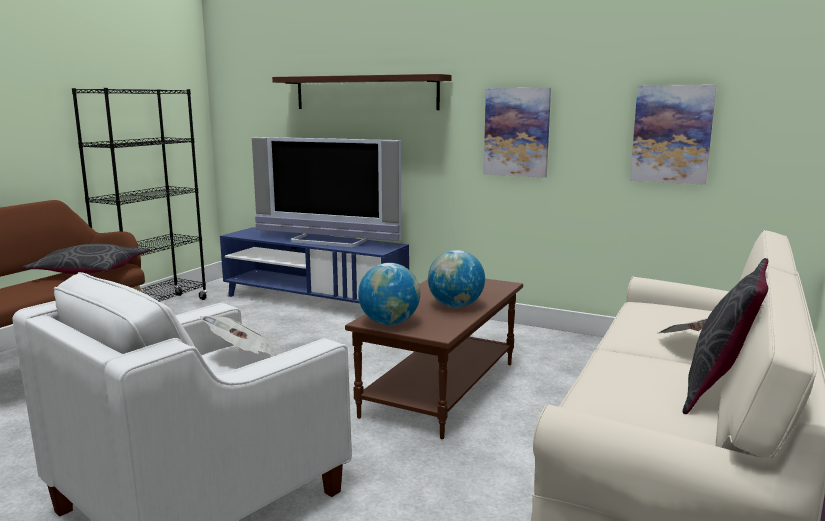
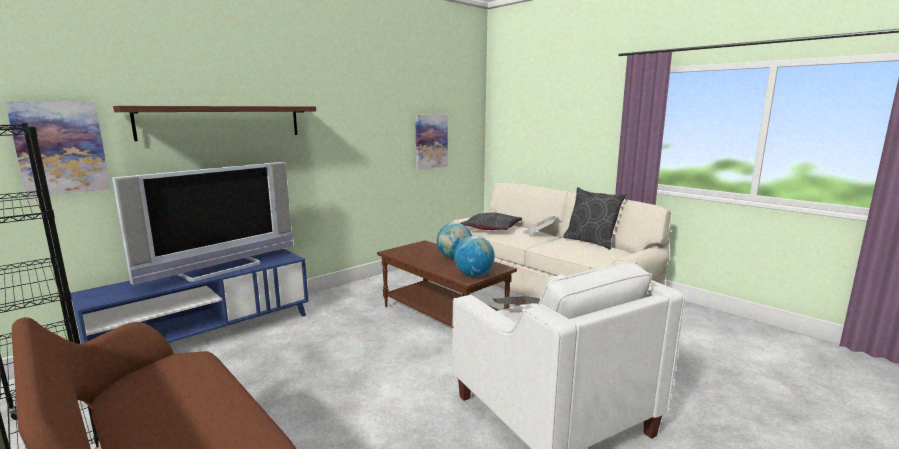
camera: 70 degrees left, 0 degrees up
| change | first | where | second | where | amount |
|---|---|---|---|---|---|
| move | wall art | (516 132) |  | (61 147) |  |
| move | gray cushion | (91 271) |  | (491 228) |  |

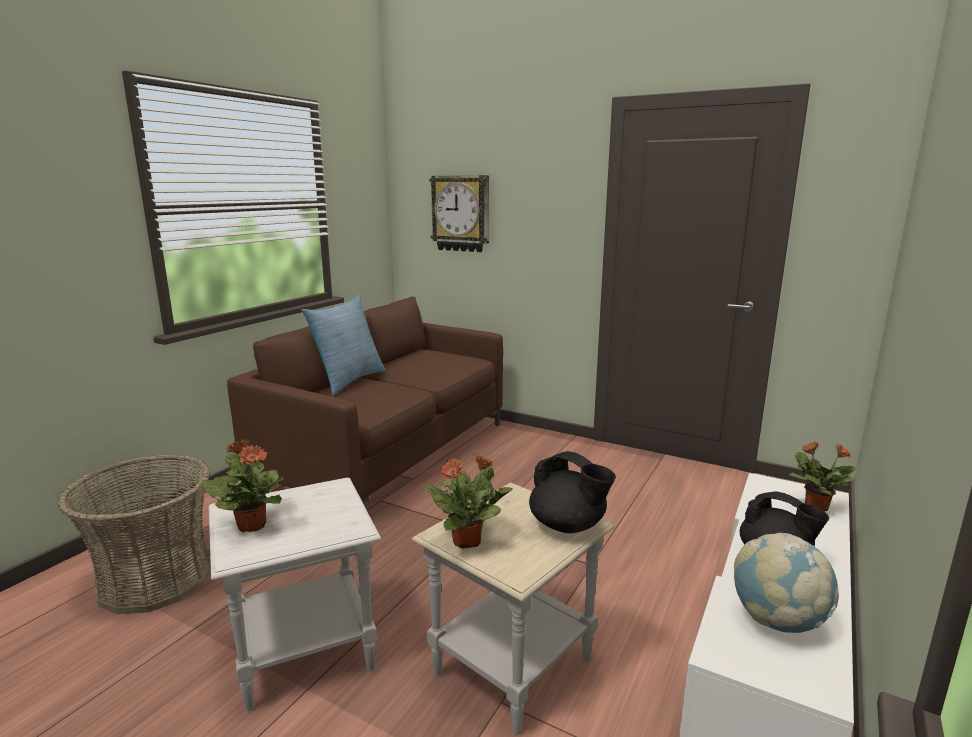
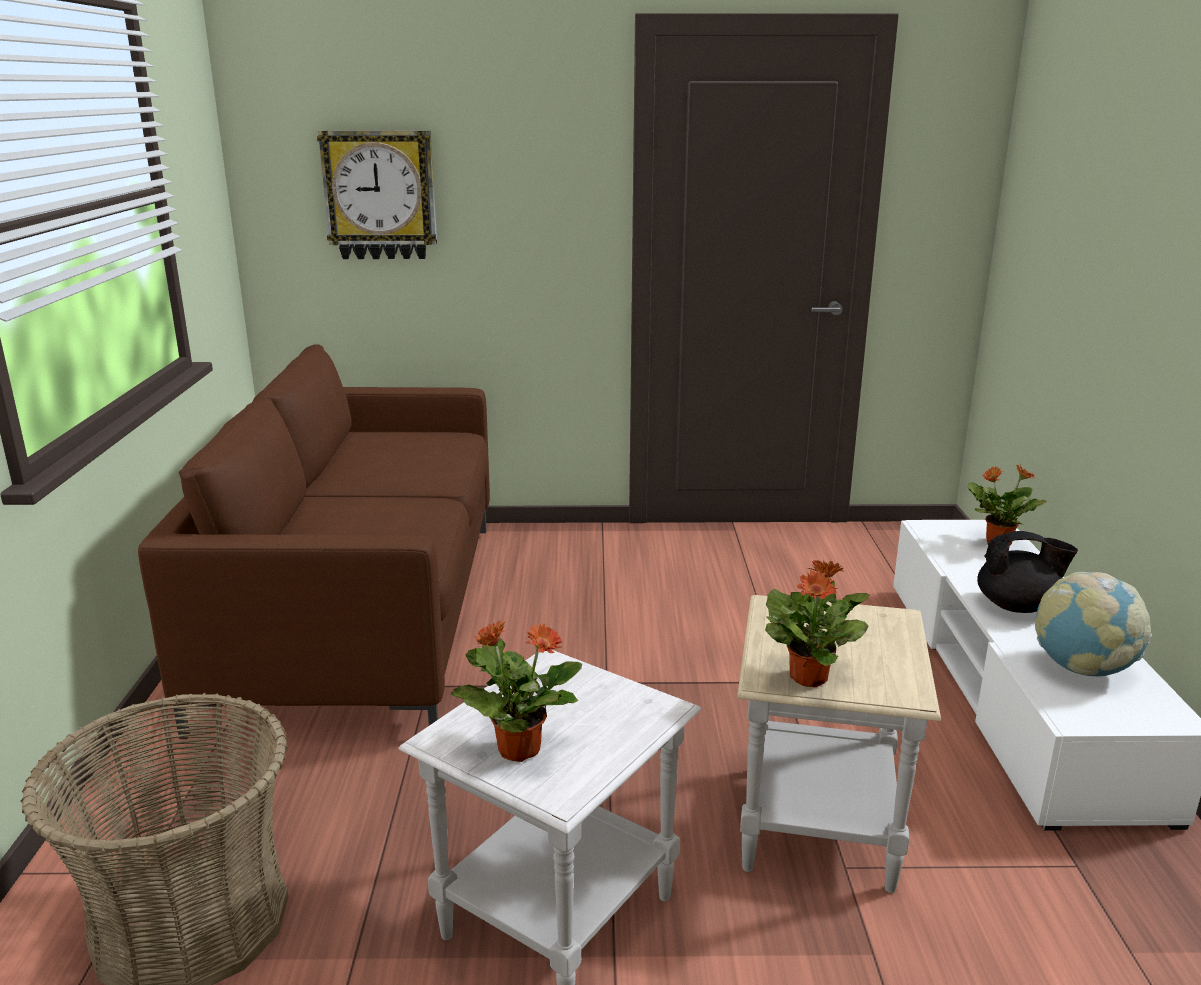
camera: 30 degrees left, 5 degrees up
| change | first | where | second | where | amount |
|---|---|---|---|---|---|
| delete | cushion | (348 381) |  |  |  |
| delete | black-coloured pot for tea | (568 525) |  |  |  |

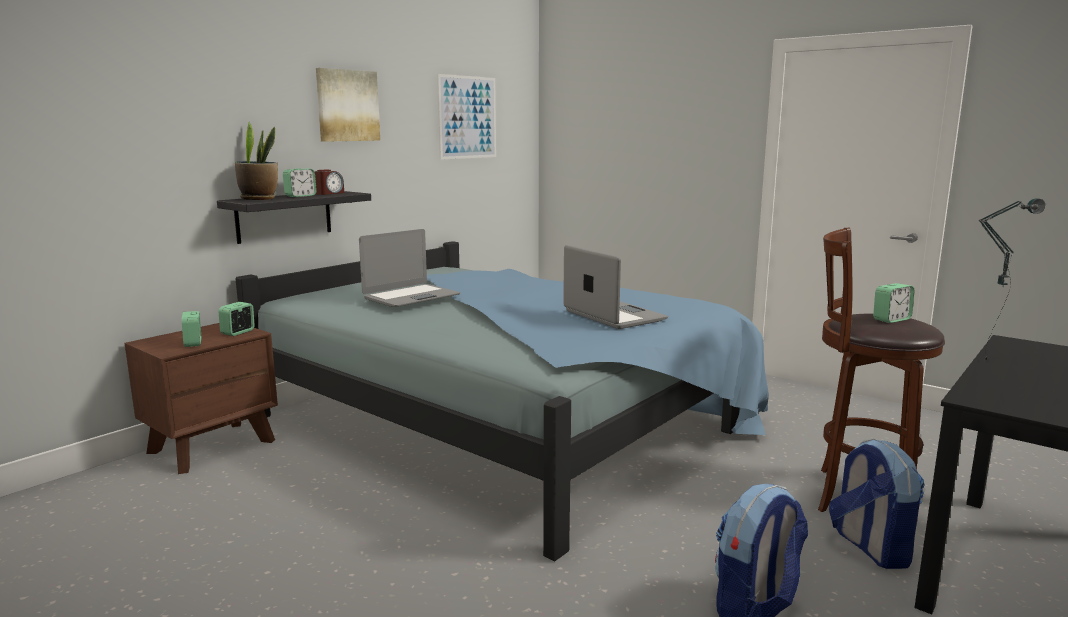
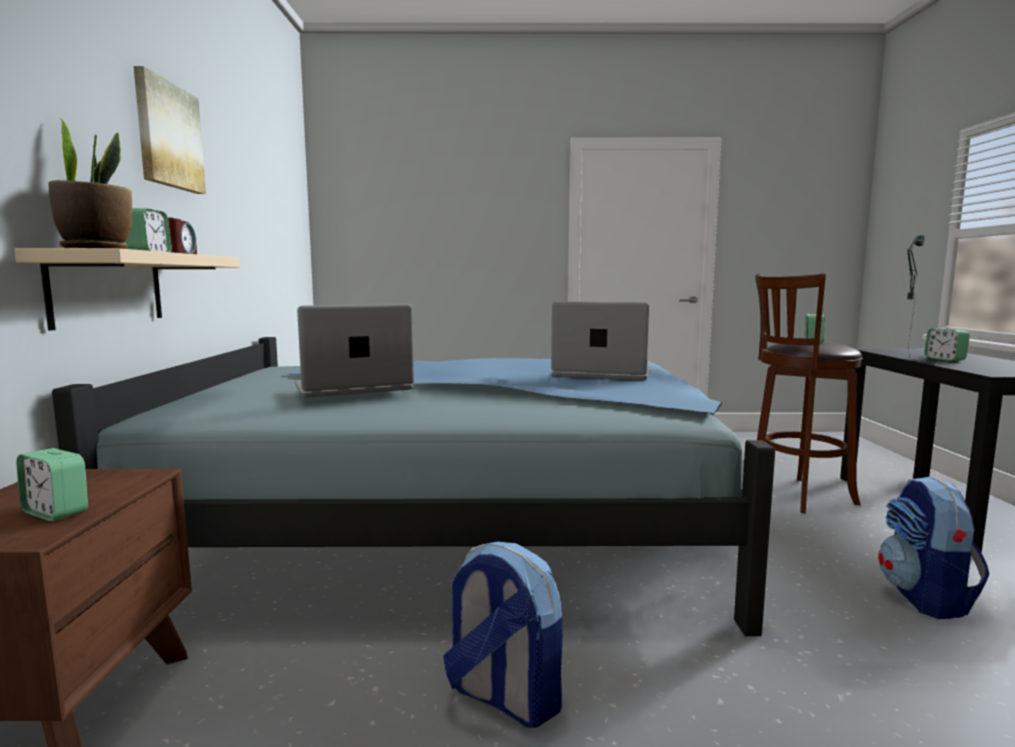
camera: 40 degrees left, 5 degrees down
| change | first | where | second | where | amount |
|---|---|---|---|---|---|
| recolor | black-coloured bracket shelf | (284 216) | beige bracket shelf | (108 288) |  |
| rotate | portable computer | (411 297) |  | (353 388) | 120 degrees counterclockwise |
| move | rucksack | (870 547) |  | (503 697) |  |
| move | bedside clock | (238 332) |  | (944 359) |  |
| delete | wall art | (467 117) |  |  |  |

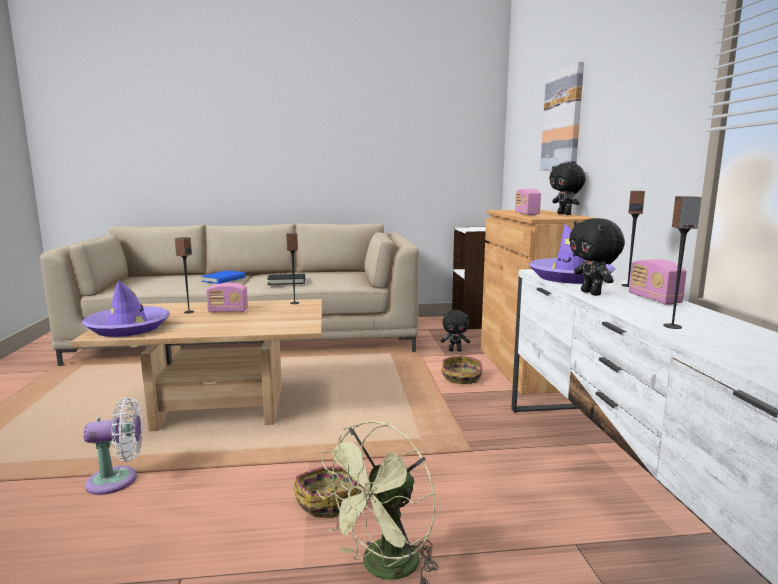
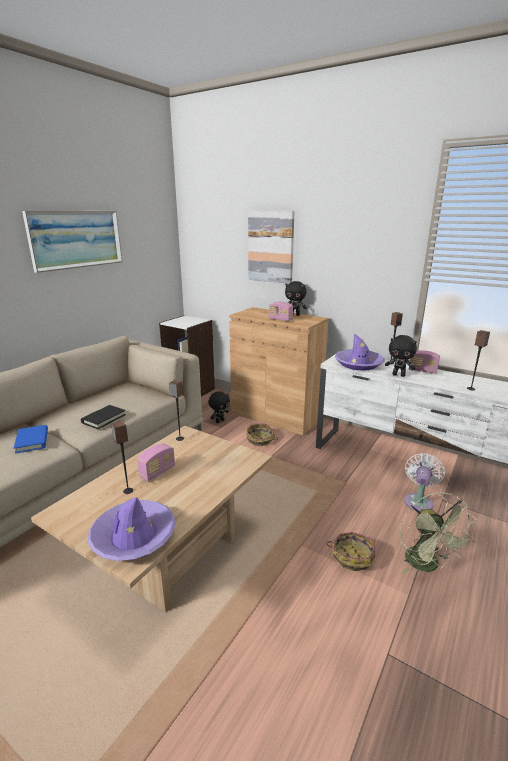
camera: 50 degrees left, 10 degrees up
| change | first | where | second | where | amount |
|---|---|---|---|---|---|
| insert |  |  | wall art | (76 239) |  |
| move | white-coloured cooling fan | (117 480) |  | (419 501) |  |

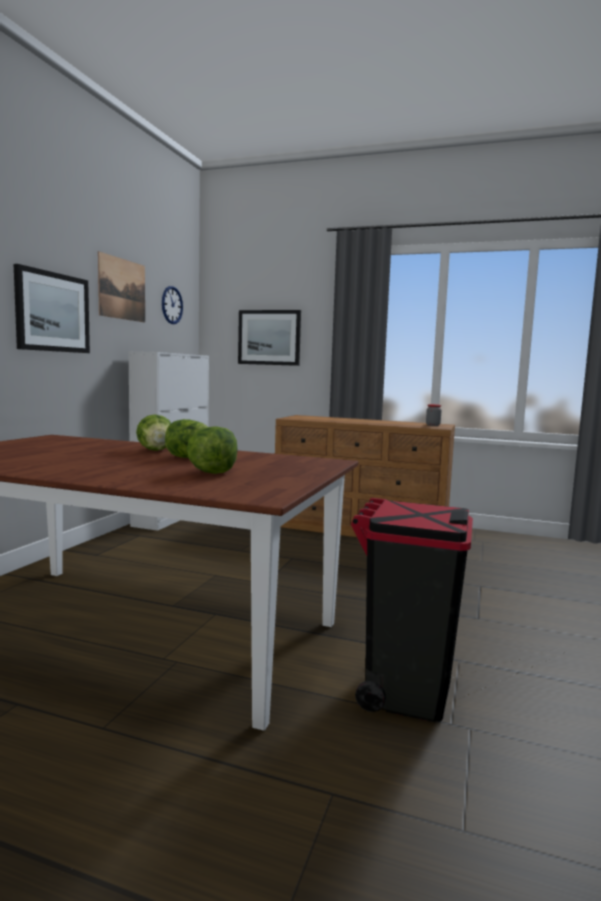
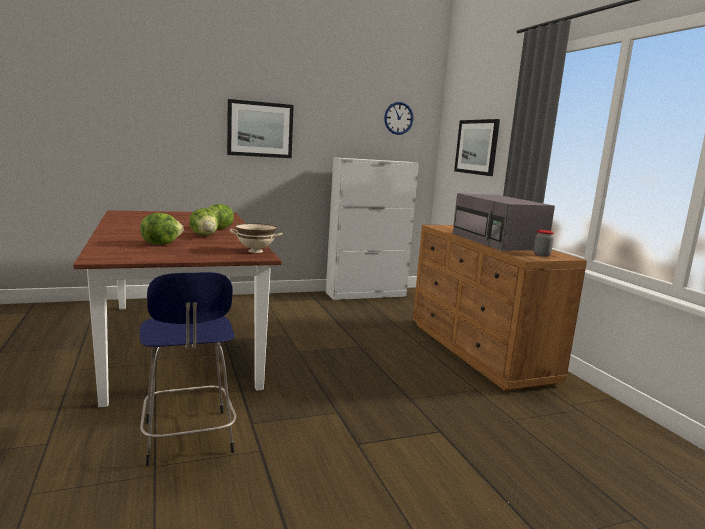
camera: 50 degrees right, 5 degrees up
| change | first | where | second | where | amount |
|---|---|---|---|---|---|
| replace | black-coloured waste bin | (406 690) | bluish stool | (188 439) |  |
| insert |  |  | beige serving bowl | (255 251) |  |
| insert |  |  | gray microwave | (498 241) |  |
| delete | wall art | (122 289) |  |  |  |

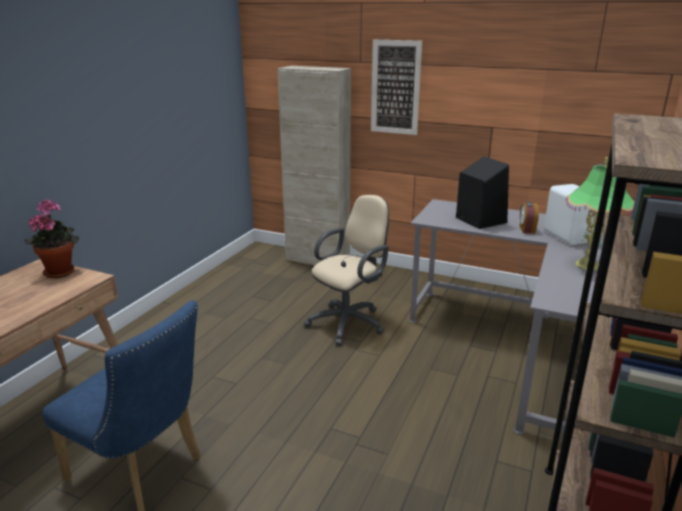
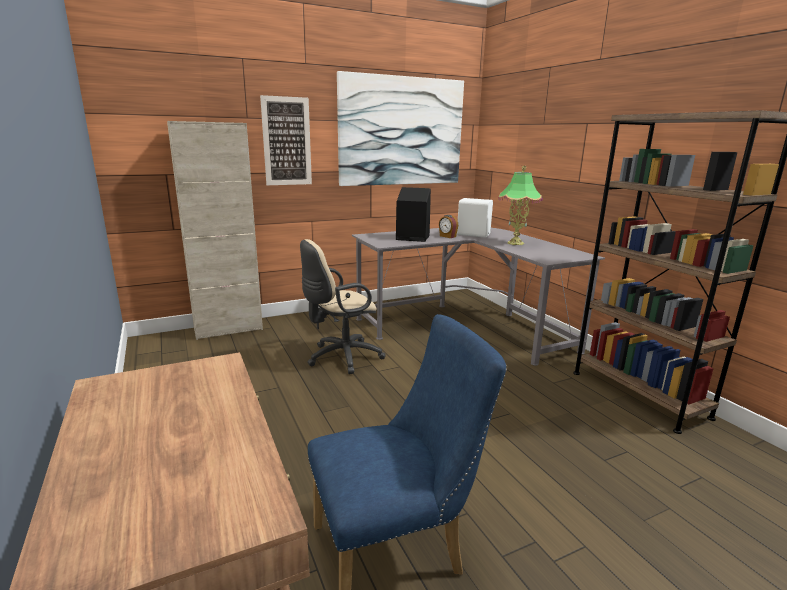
camera: 50 degrees left, 5 degrees down
| change | first | where | second | where | amount |
|---|---|---|---|---|---|
| rotate | beige desk chair | (350 322) |  | (341 357) | 120 degrees counterclockwise |
| insert |  |  | wall art | (401 132) |  |
| delete | potted plant | (60 271) |  |  |  |

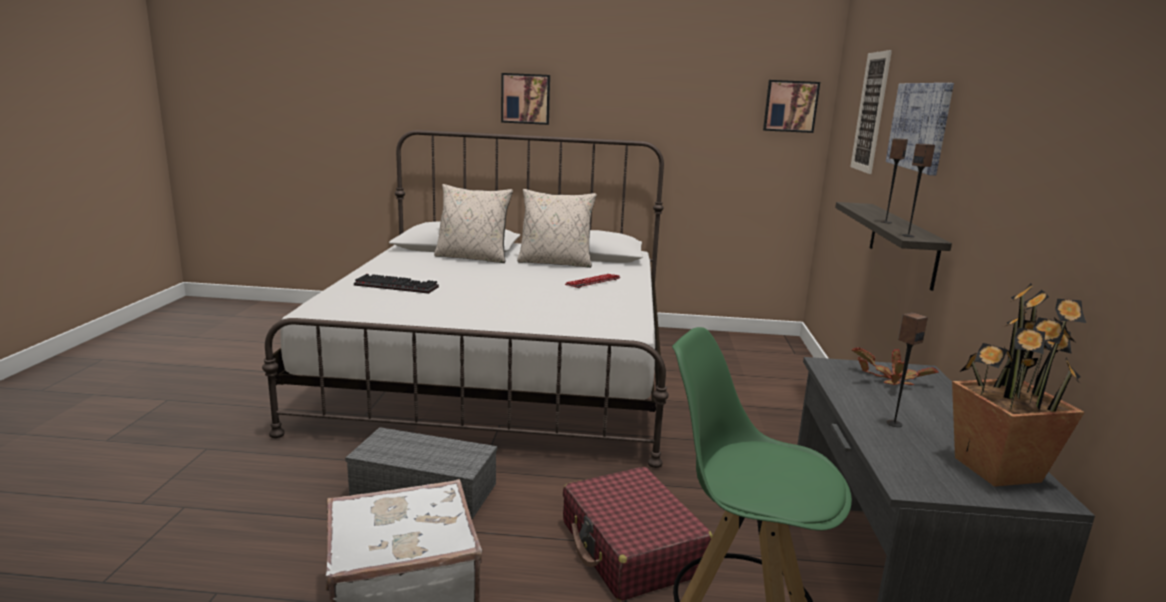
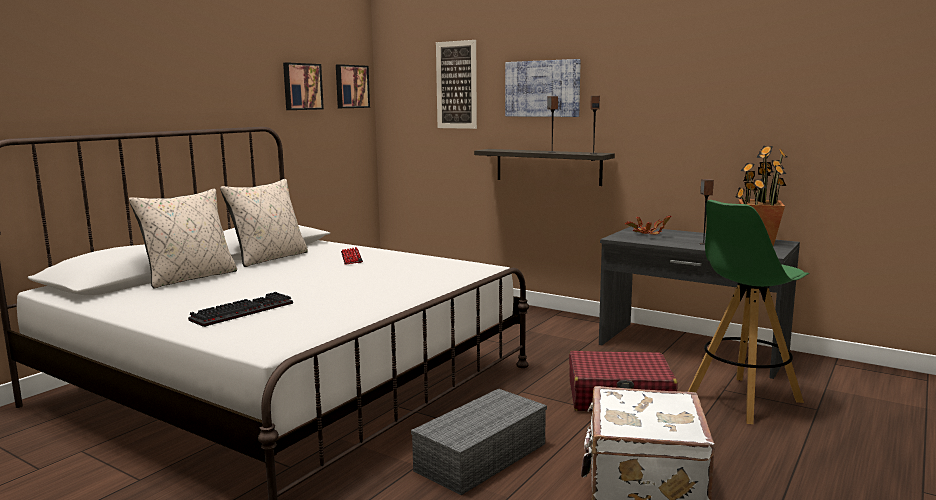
camera: 60 degrees left, 5 degrees down
| change | first | where | second | where | amount |
|---|---|---|---|---|---|
| move | wall art | (526 98) |  | (302 86) |  |

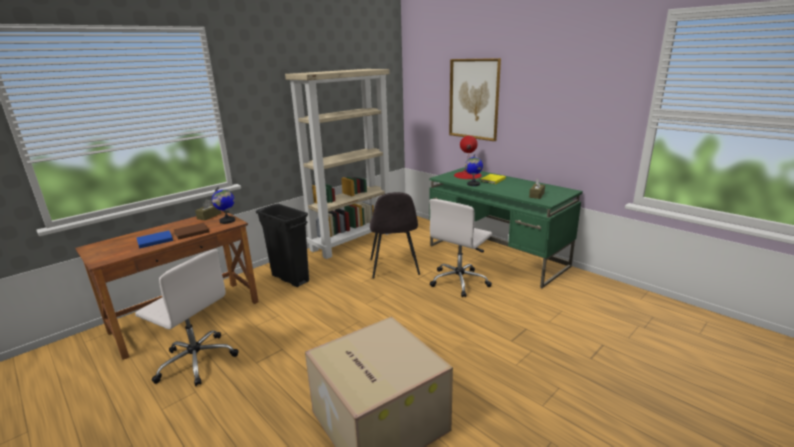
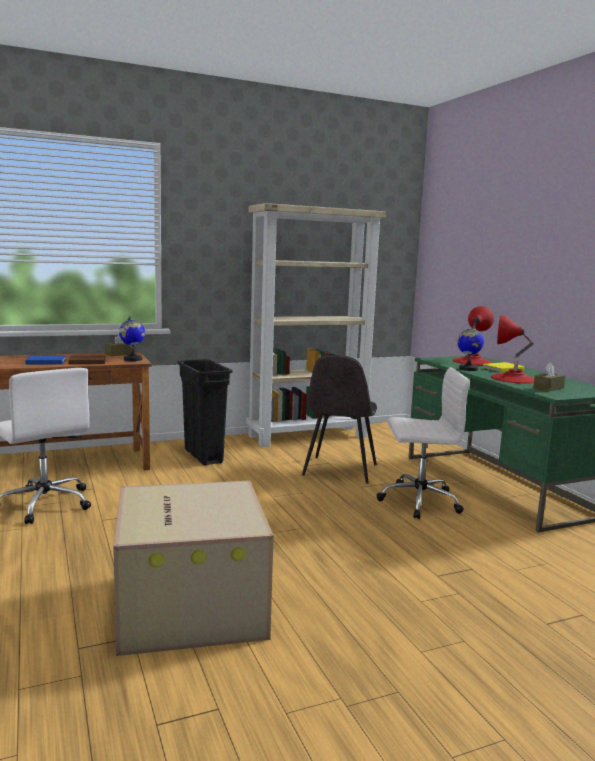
camera: 20 degrees right, 10 degrees down
| change | first | where | second | where | amount |
|---|---|---|---|---|---|
| rotate | white-coloured desk chair | (460 281) |  | (418 501) | 150 degrees counterclockwise |
| insert |  |  | reddish tabletop lamp | (514 378) |  |
| delete | wall art | (474 99) |  |  |  |

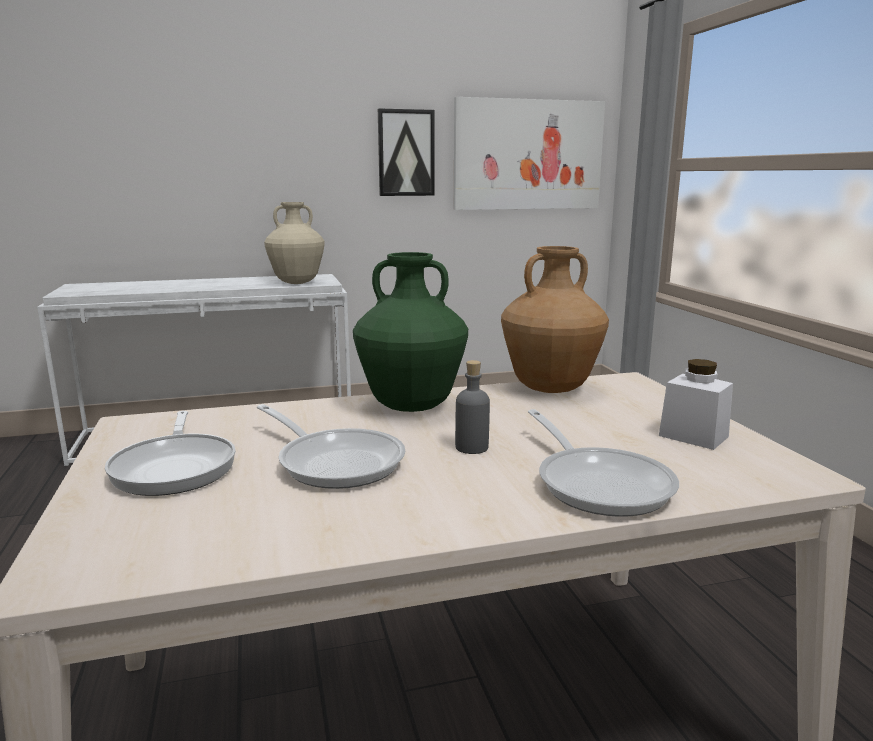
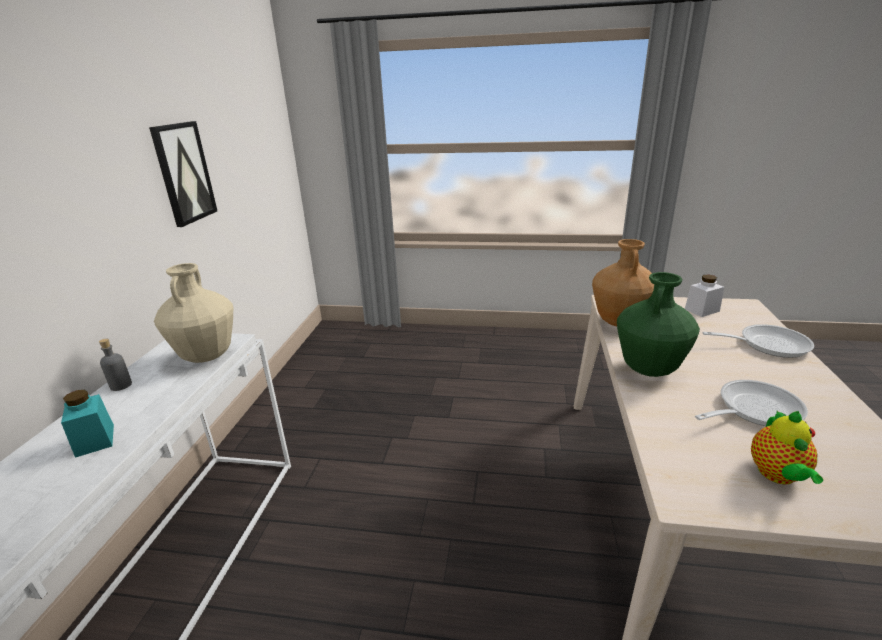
camera: 65 degrees left, 10 degrees up
| change | first | where | second | where | amount |
|---|---|---|---|---|---|
| insert |  |  | turquoise-coloured jar | (95 440) |  |
| move | gray beverage bottle | (472 447) |  | (121 385) |  |
| replace | pan | (175 468) | pot for tea | (778 475) |  |
| delete | wall art | (528 155) |  |  |  |

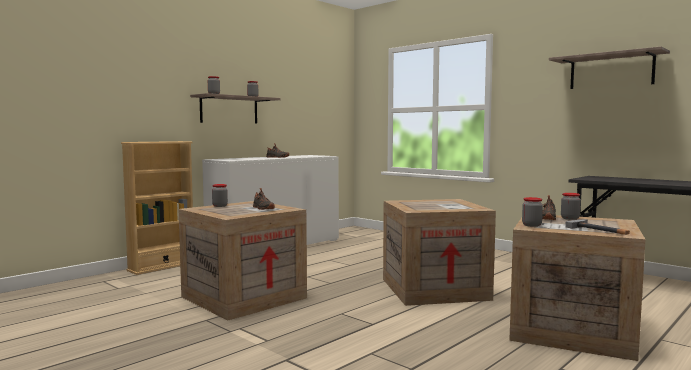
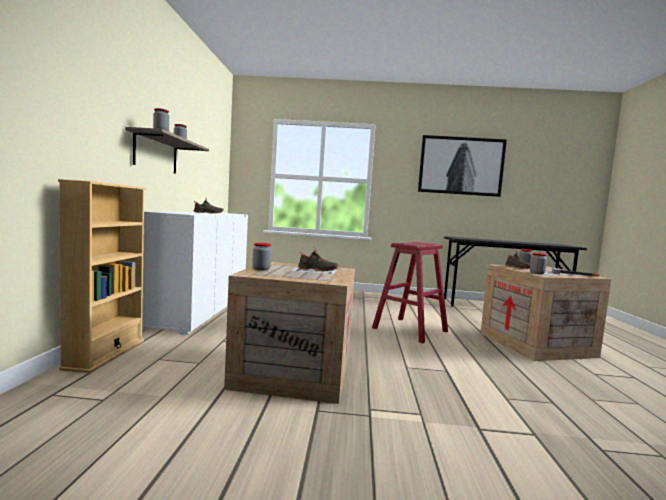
camera: 40 degrees left, 0 degrees up
| change | first | where | second | where | amount |
|---|---|---|---|---|---|
| replace | shipping crate | (435 288) | reddish stool | (410 329) |  |
| replace | bracket shelf | (611 71) | wall art | (461 166) |  |

